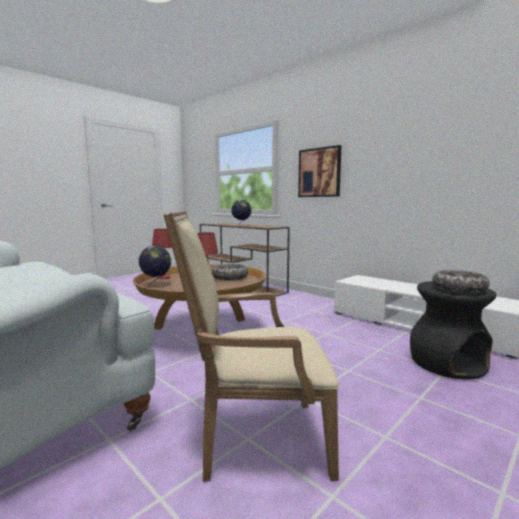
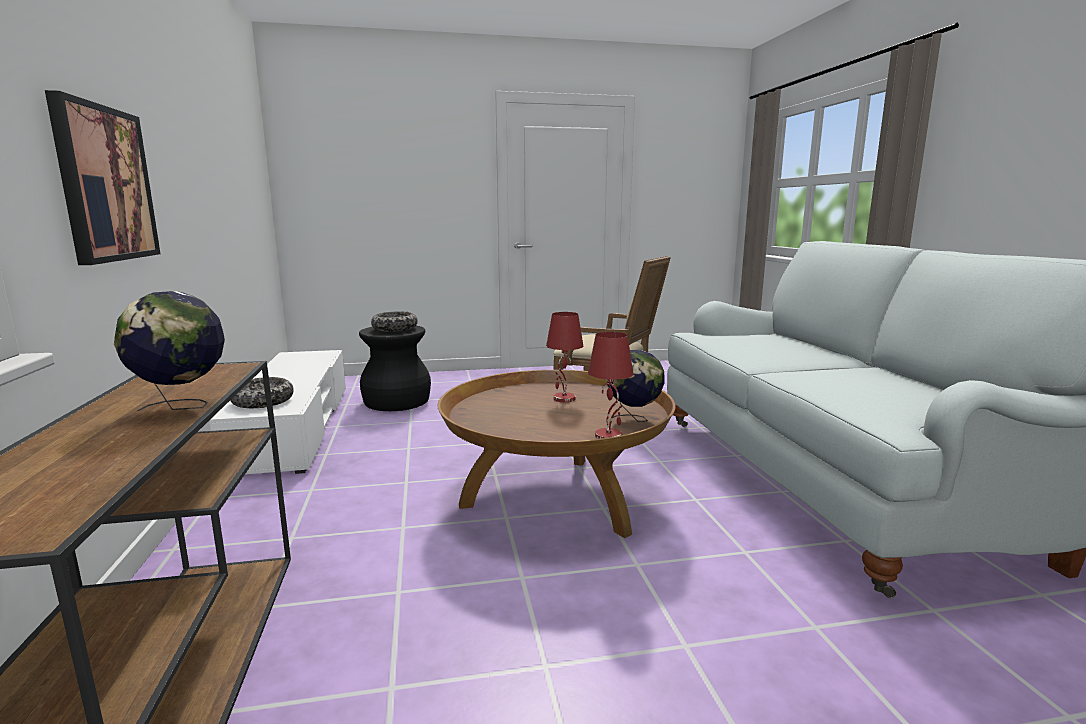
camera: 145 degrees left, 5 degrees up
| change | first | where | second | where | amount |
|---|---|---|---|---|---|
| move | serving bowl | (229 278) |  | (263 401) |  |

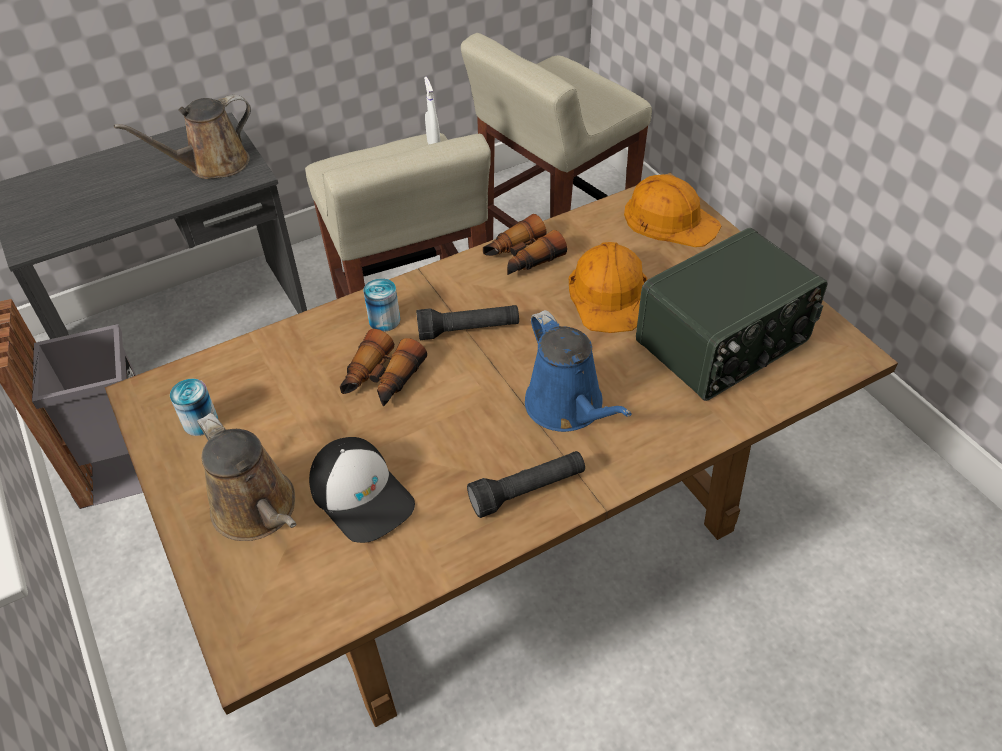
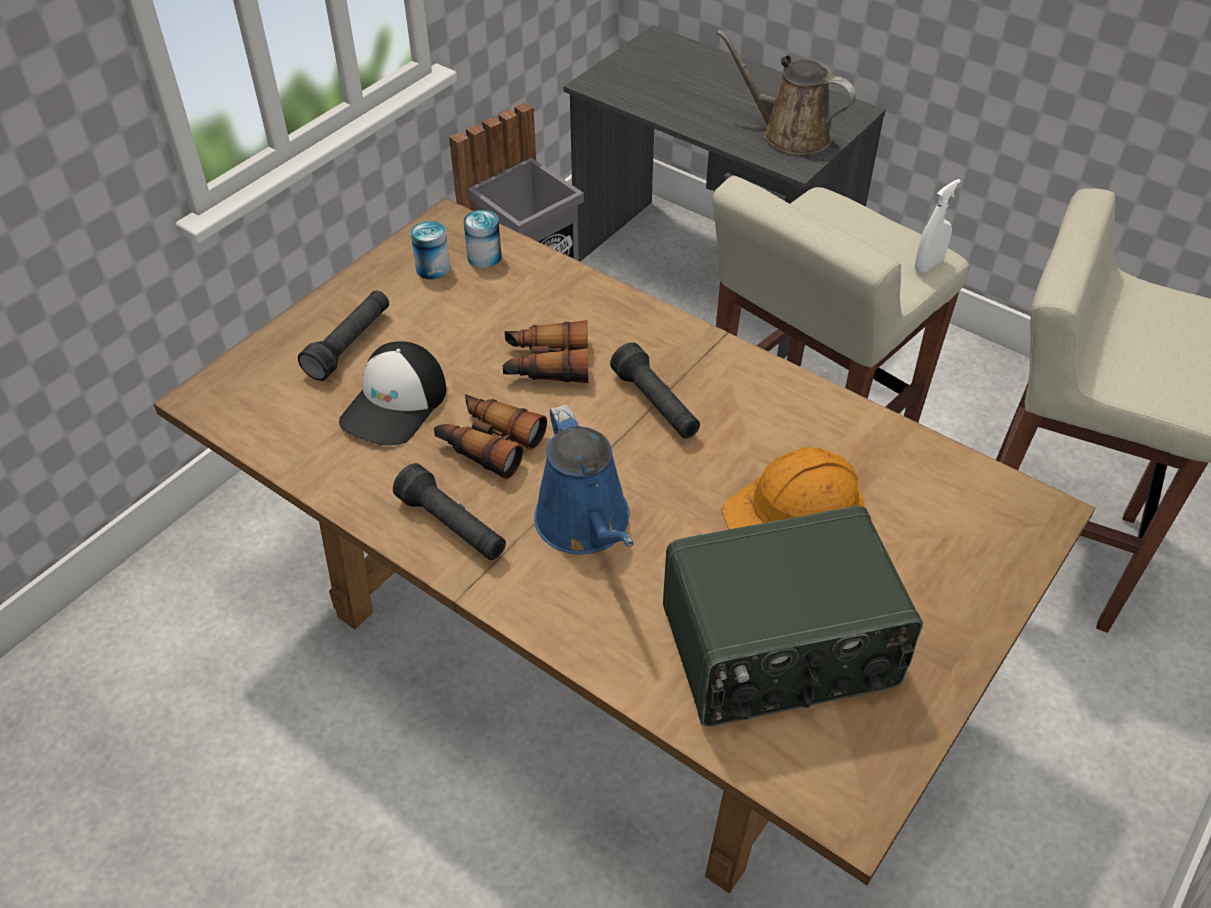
camera: 65 degrees right, 0 degrees up
| change | first | where | second | where | amount |
|---|---|---|---|---|---|
| replace | brown watering can | (258 511) | black-coloured torch | (350 344) |  |
| move | binoculars | (522 258) |  | (488 443) |  |
| move | sealed can | (384 320) |  | (484 257) |  |
| rotate | bluish watering can | (568 407) |  | (586 525) | 60 degrees counterclockwise |
| rotate | radio | (724 343) |  | (780 651) | 45 degrees counterclockwise |
| delete | orange-coloured work helmet | (670 219) |  |  |  |

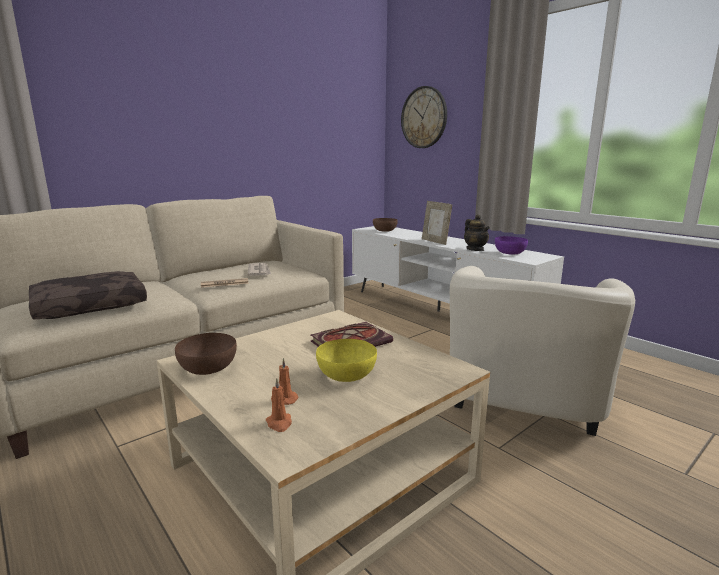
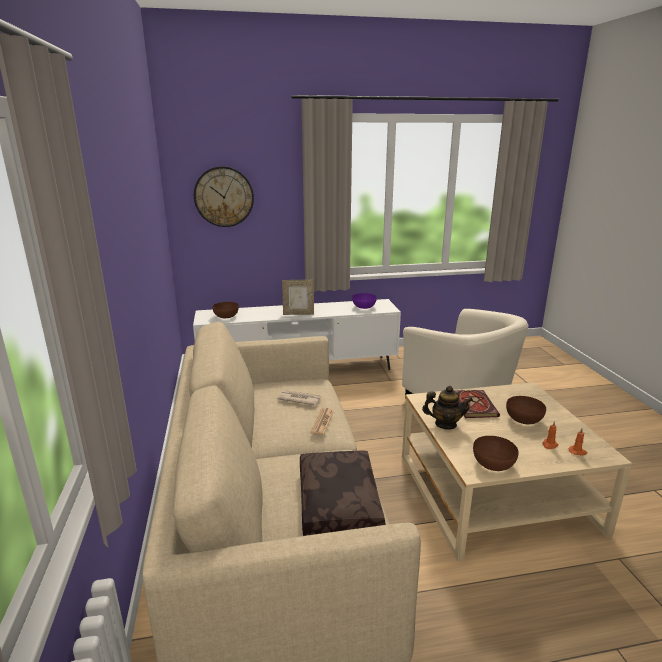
camera: 60 degrees left, 5 degrees up
| change | first | where | second | where | amount |
|---|---|---|---|---|---|
| move | pot for tea | (475 249) |  | (445 424) |  |
| recolor | yellow-coloured serving bowl | (346 375) | brown serving bowl | (524 419) |  |

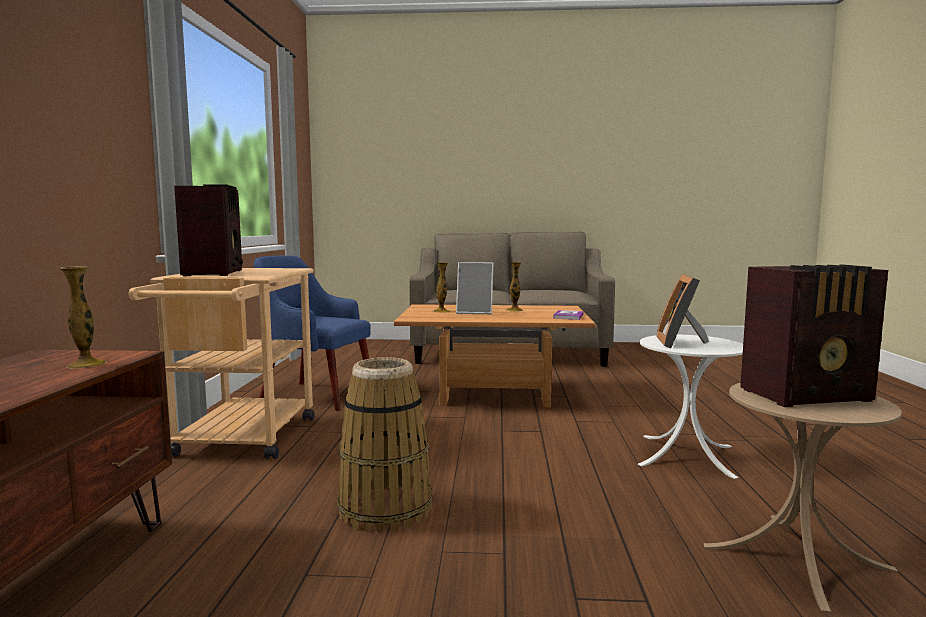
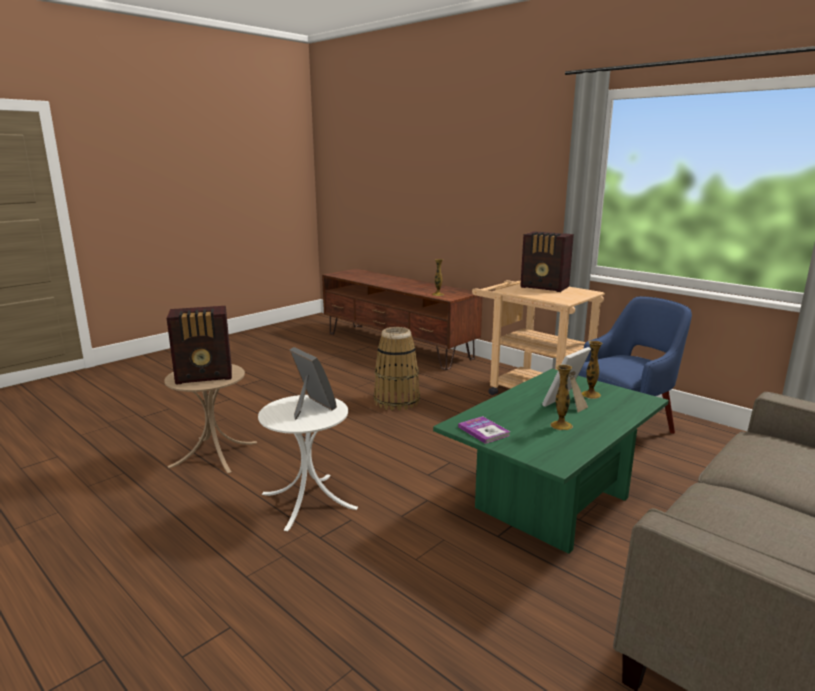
camera: 130 degrees right, 10 degrees up
| change | first | where | second | where | amount |
|---|---|---|---|---|---|
| rotate | radio | (809 395) |  | (205 376) | 135 degrees counterclockwise |
| recolor | brown coffee table | (493 394) | green coffee table | (549 500) |  |

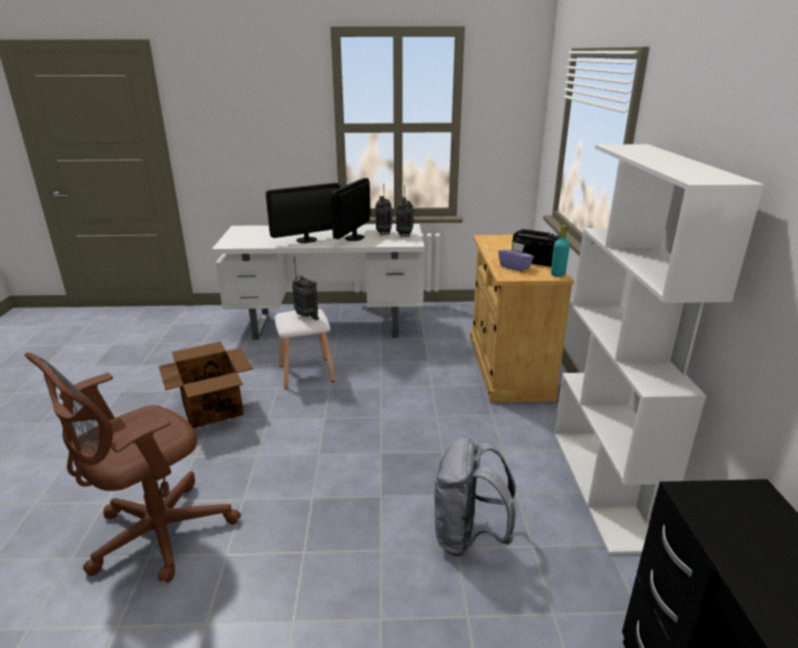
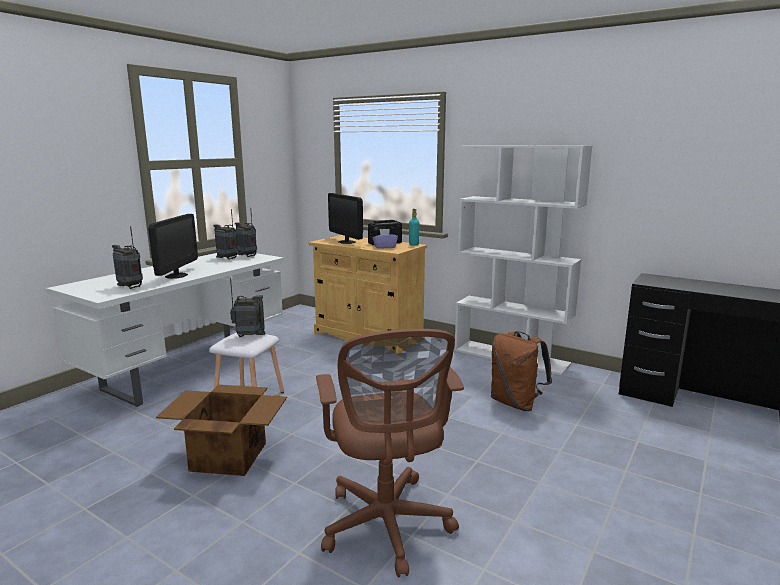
camera: 55 degrees left, 10 degrees down
| change | first | where | second | where | amount |
|---|---|---|---|---|---|
| insert |  |  | radio | (130 287) |  |
| move | monitor | (354 238) |  | (347 242) |  |
| recolor | gray rucksack | (468 537) | brown rucksack | (516 403) |  |

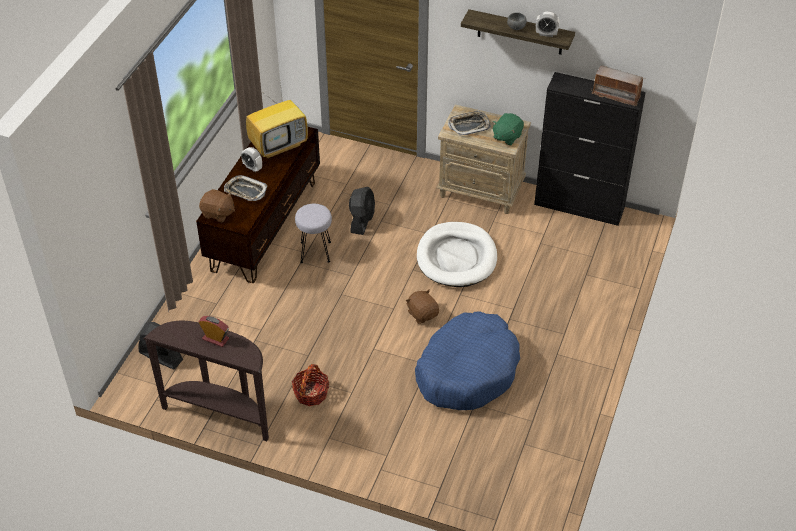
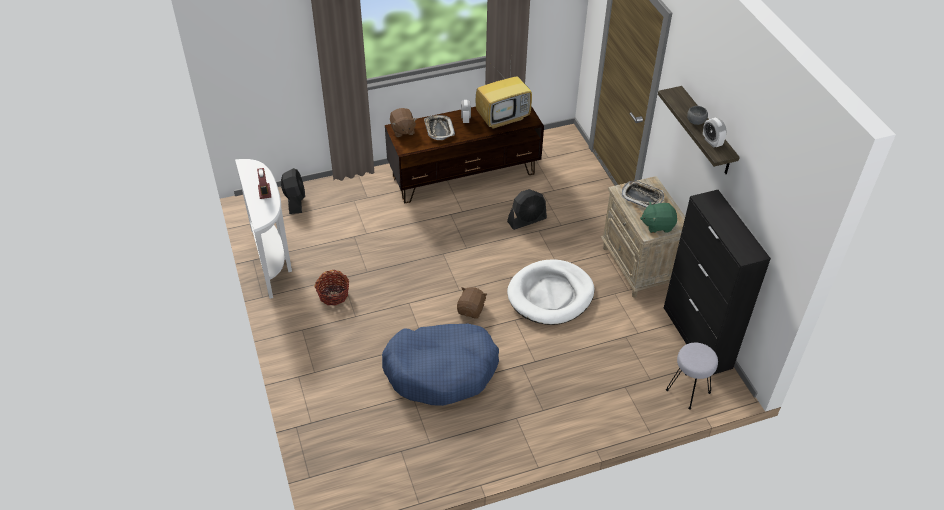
camera: 50 degrees right, 0 degrees up
| change | first | where | second | where | amount |
|---|---|---|---|---|---|
| recolor | brown narrow table | (220 413) | white-coloured narrow table | (273 260) |  |
| rotate | television | (279 145) |  | (503 118) | 45 degrees counterclockwise |
| move | gray stool | (315 251) |  | (688 391) |  |
| delete | radio | (616 95) |  |  |  |

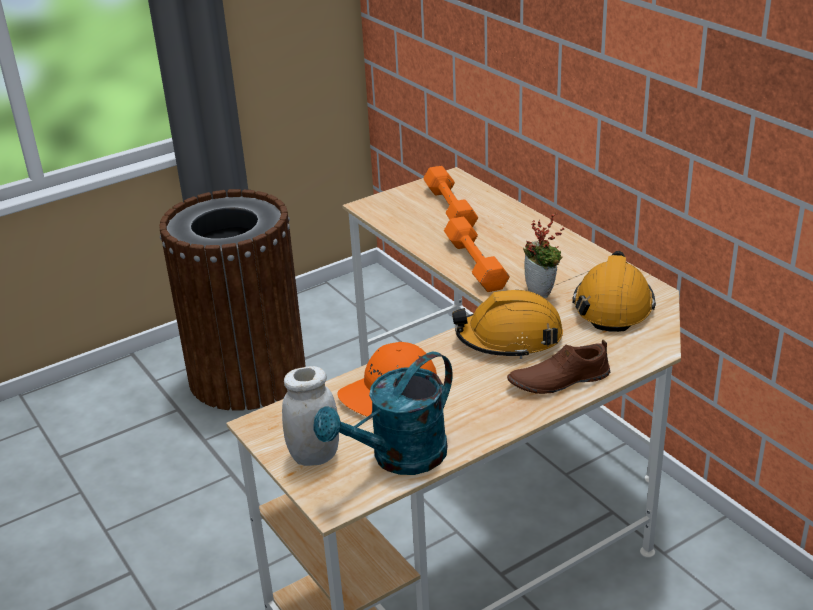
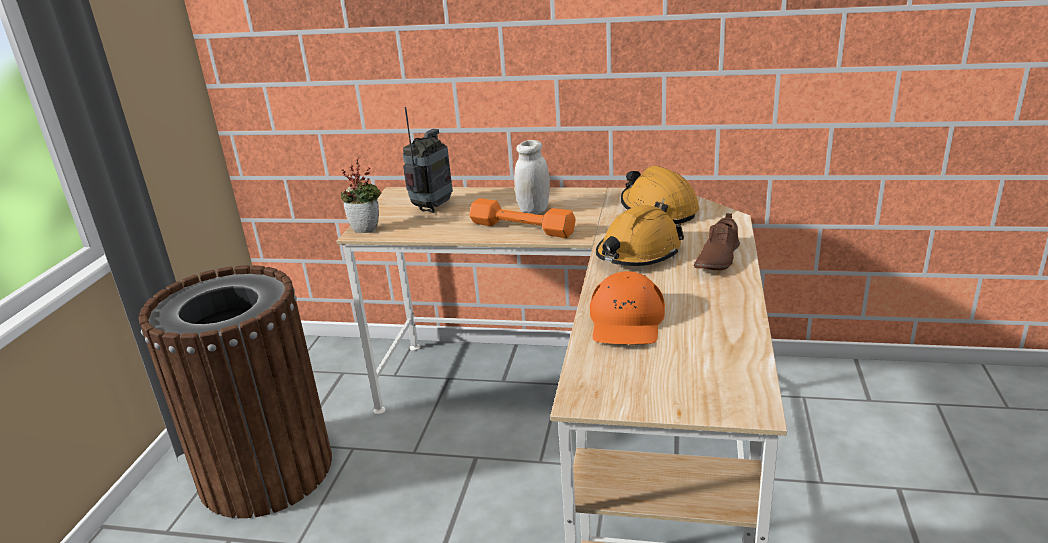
camera: 45 degrees left, 5 degrees down
| change | first | where | second | where | amount |
|---|---|---|---|---|---|
| move | potted plant | (542 292) |  | (367 229) |  |
| replace | orange-coloured hand weight | (450 207) | radio | (433 208) |  |
| move | white-coloured jar | (314 456) |  | (534 210) |  |
| delete | turquoise-coloured watering can | (399 458) |  |  |  |

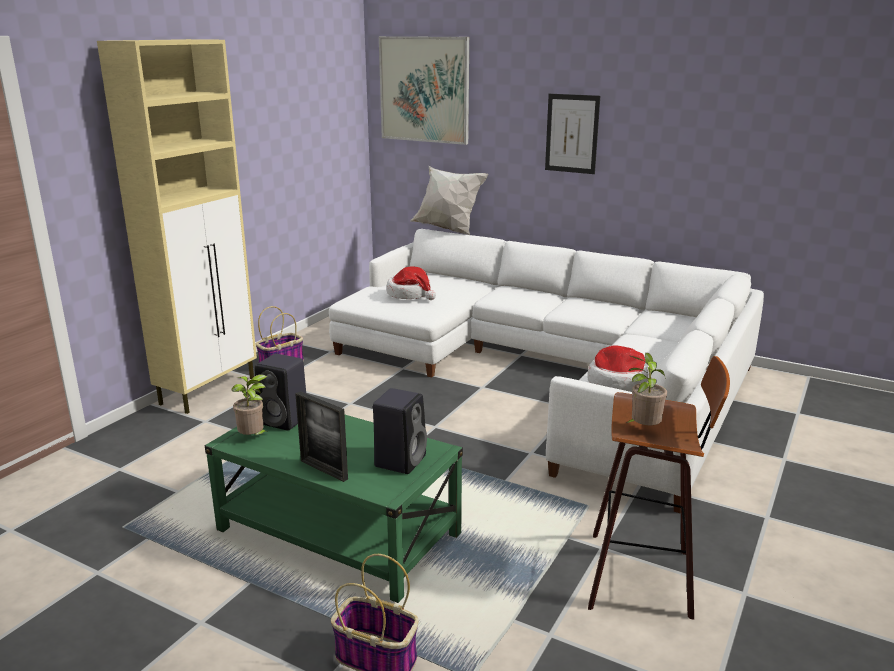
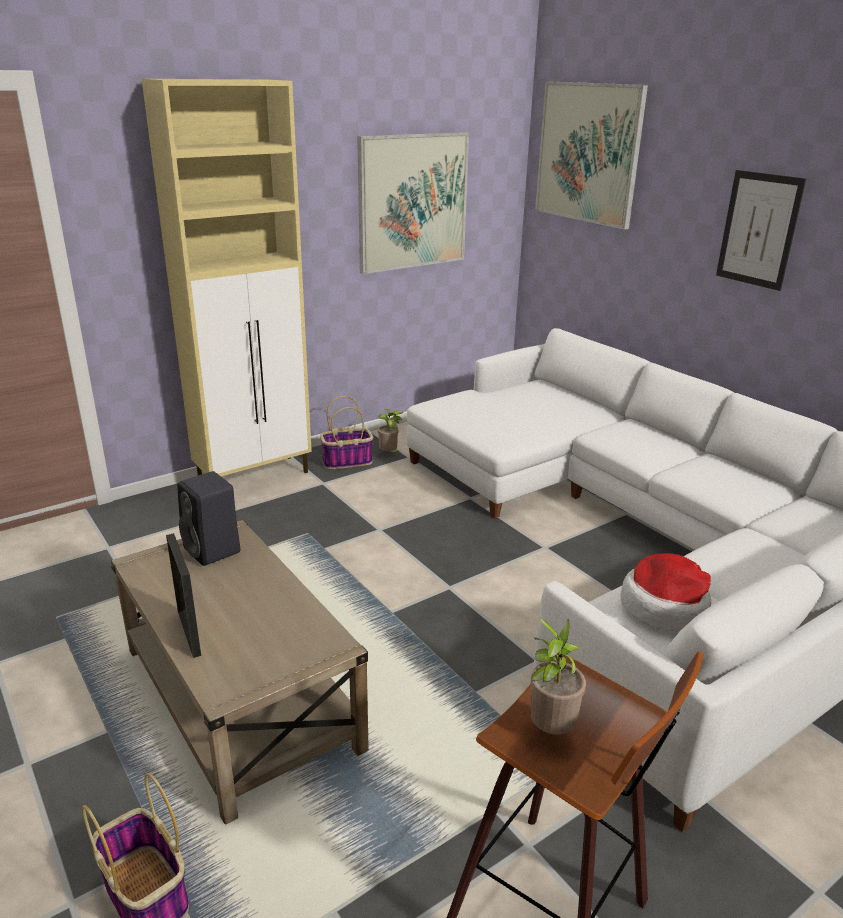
camera: 25 degrees right, 5 degrees up
| change | first | where | second | where | amount |
|---|---|---|---|---|---|
| recolor | green coffee table | (339 532) | beige coffee table | (240 698) |  |
| insert |  |  | wall art | (412 202) |  |
| move | potted plant | (253 438) |  | (389 454) |  |
| delete | black-coloured loudspeaker | (400 460) |  |  |  |
| delete | hat | (410 294) |  |  |  |
| delete | white-coloured cushion | (447 229) |  |  |  |

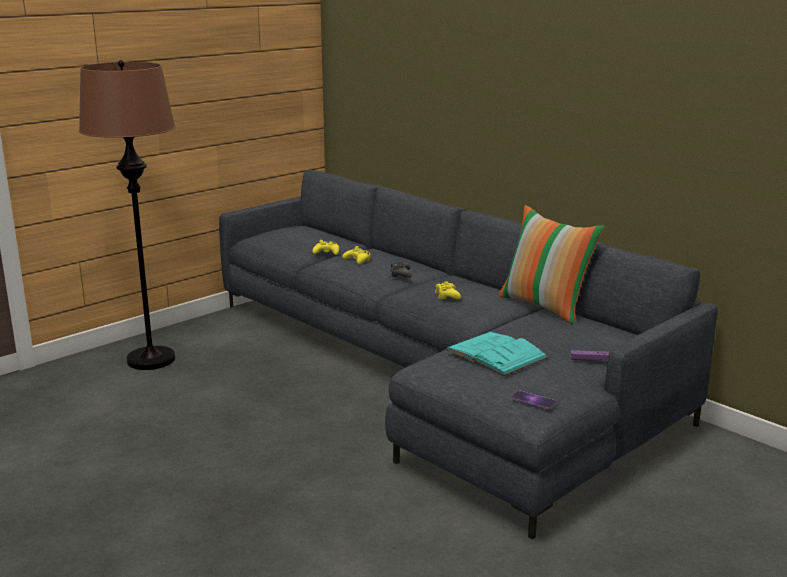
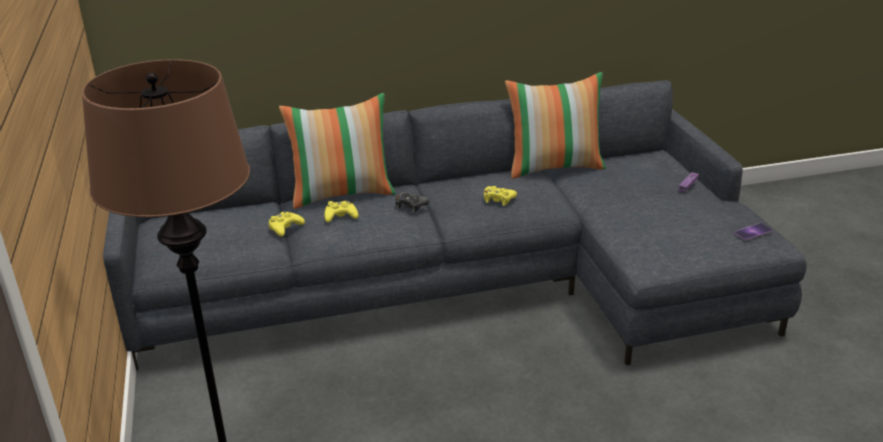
camera: 60 degrees left, 10 degrees up
| change | first | where | second | where | amount |
|---|---|---|---|---|---|
| insert |  |  | cushion | (342 193) |  |
| delete | turquoise-coloured book | (496 354) |  |  |  |

